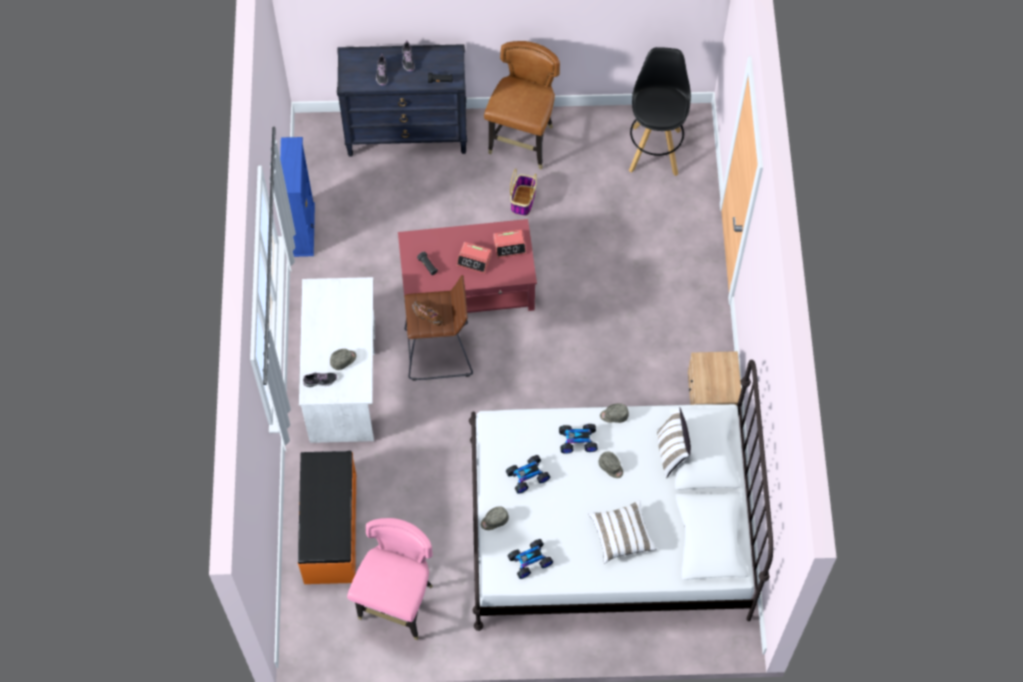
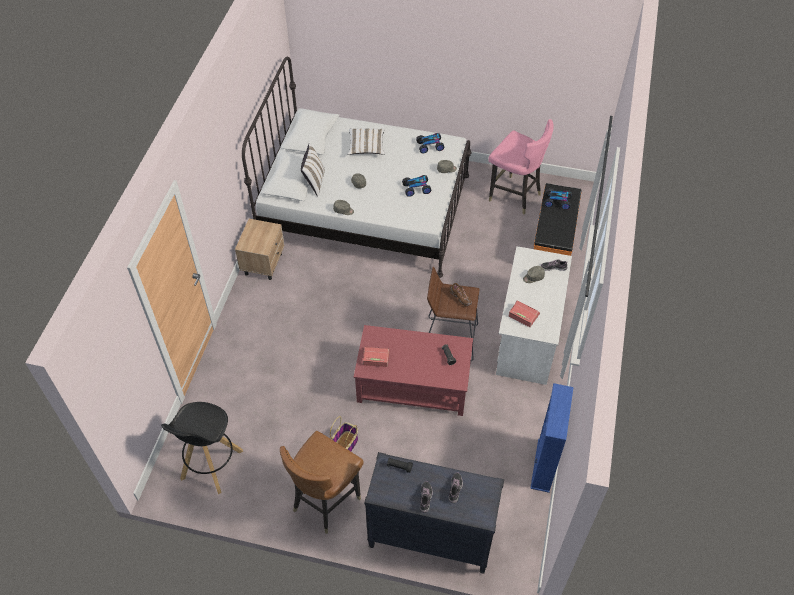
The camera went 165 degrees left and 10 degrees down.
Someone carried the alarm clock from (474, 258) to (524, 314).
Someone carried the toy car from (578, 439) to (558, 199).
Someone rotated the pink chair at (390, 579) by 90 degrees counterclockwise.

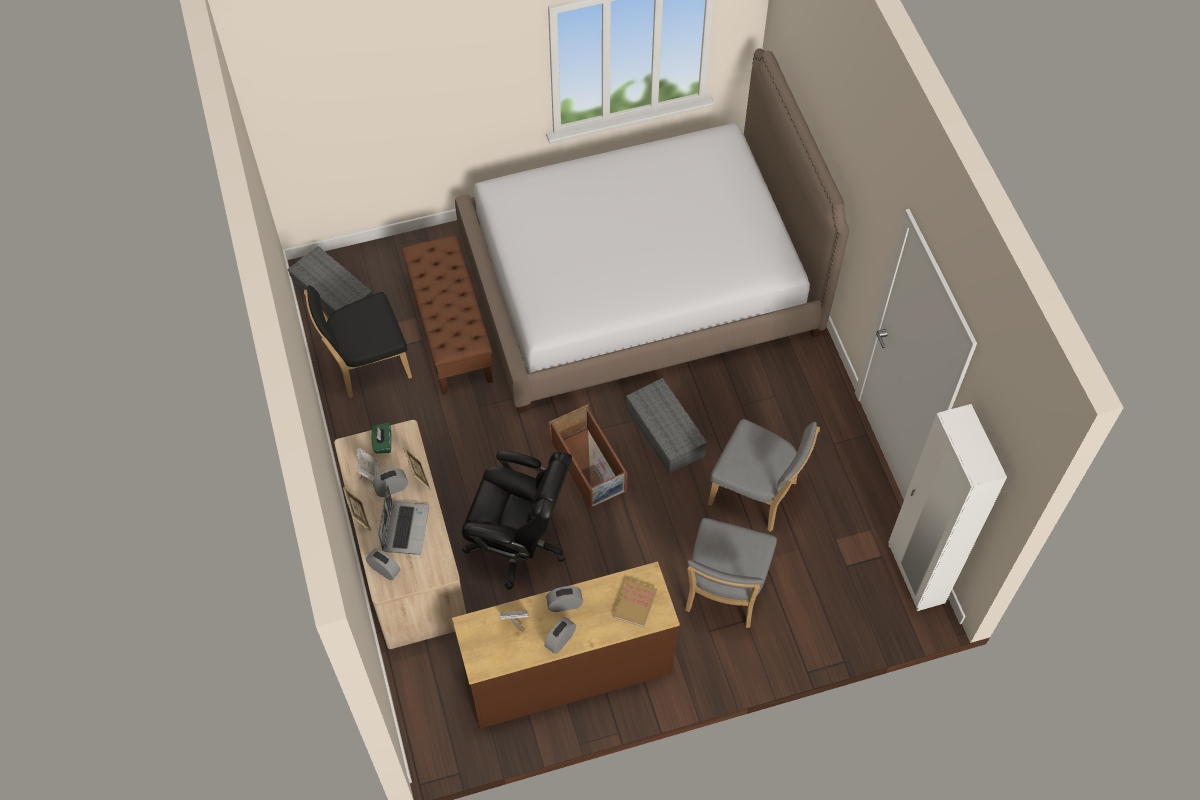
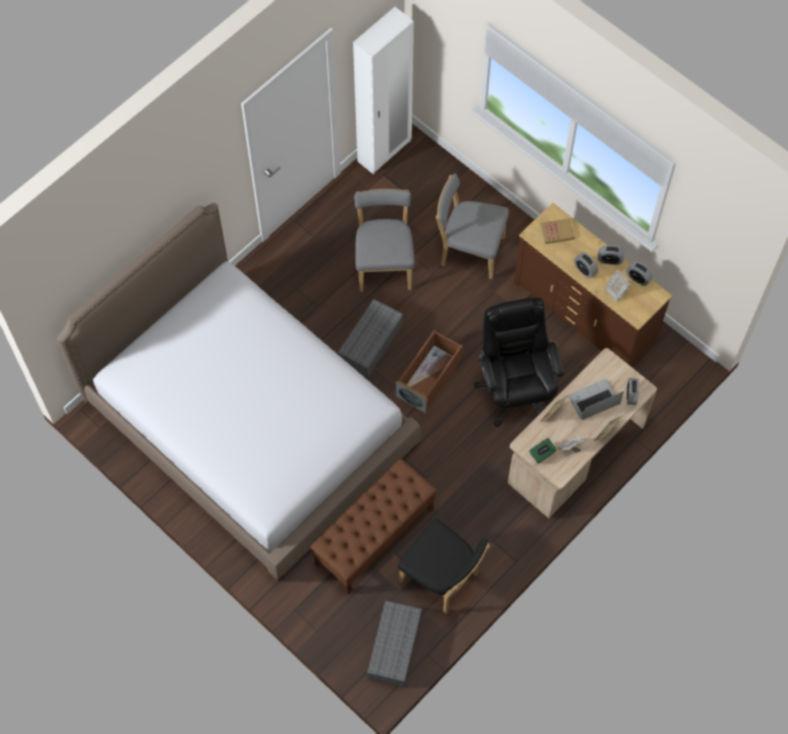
The camera went 120 degrees left and 5 degrees up.
Someone carried the alarm clock from (390, 482) to (639, 273).
Someone rotated the grey chair at (731, 573) by 150 degrees counterclockwise.

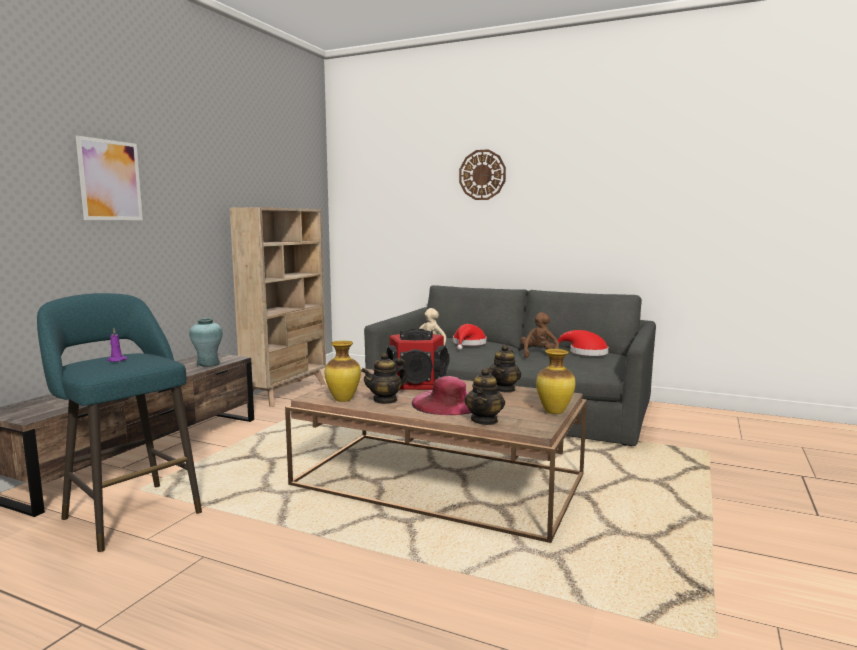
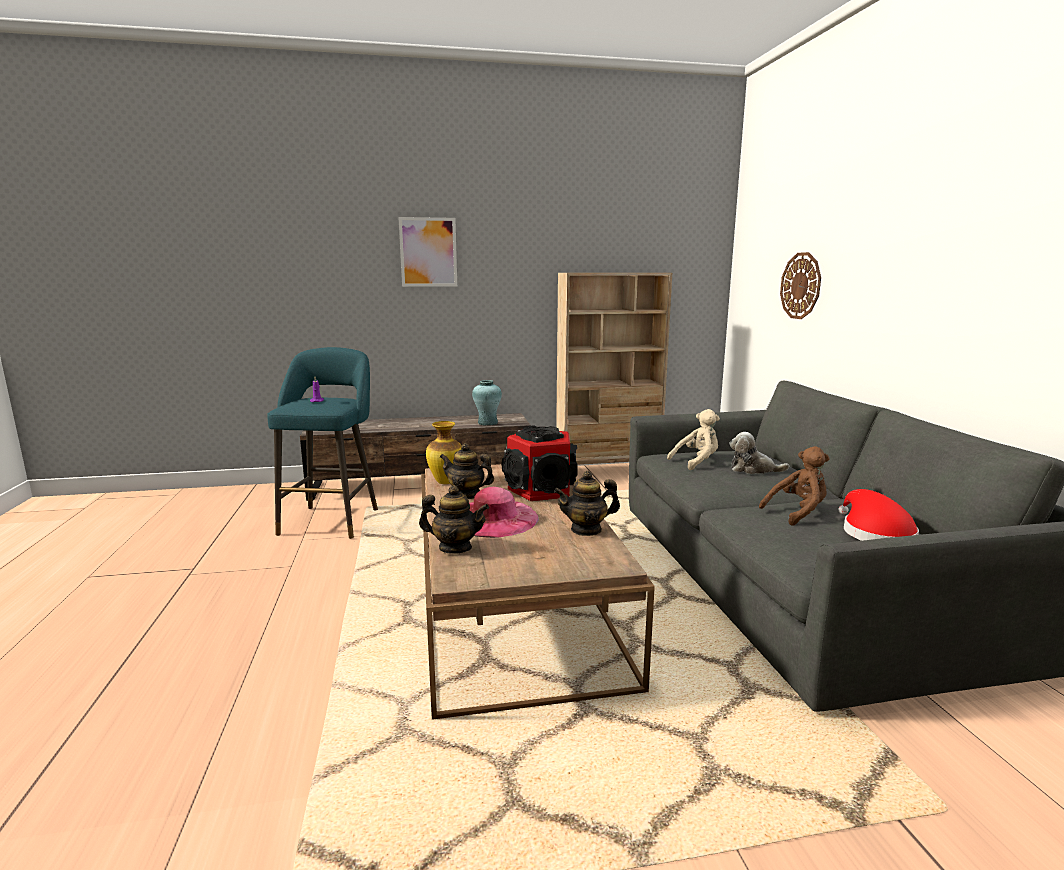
The camera went 55 degrees right and 5 degrees up.
Someone carried the wall clock from (482, 174) to (800, 285).
Someone swapped the red hat at (470, 337) for the plush toy at (759, 453).
Someone took away the vase at (556, 381).
Someone rotated the teapot at (484, 396) by 150 degrees counterclockwise.

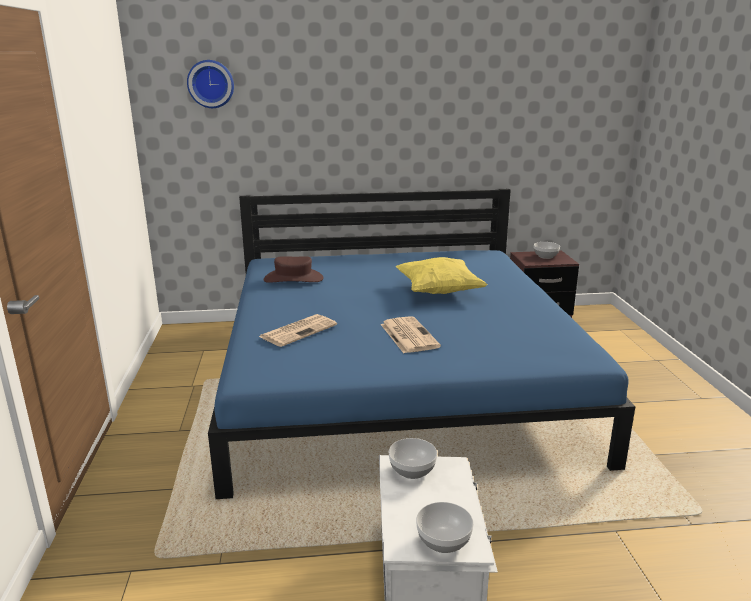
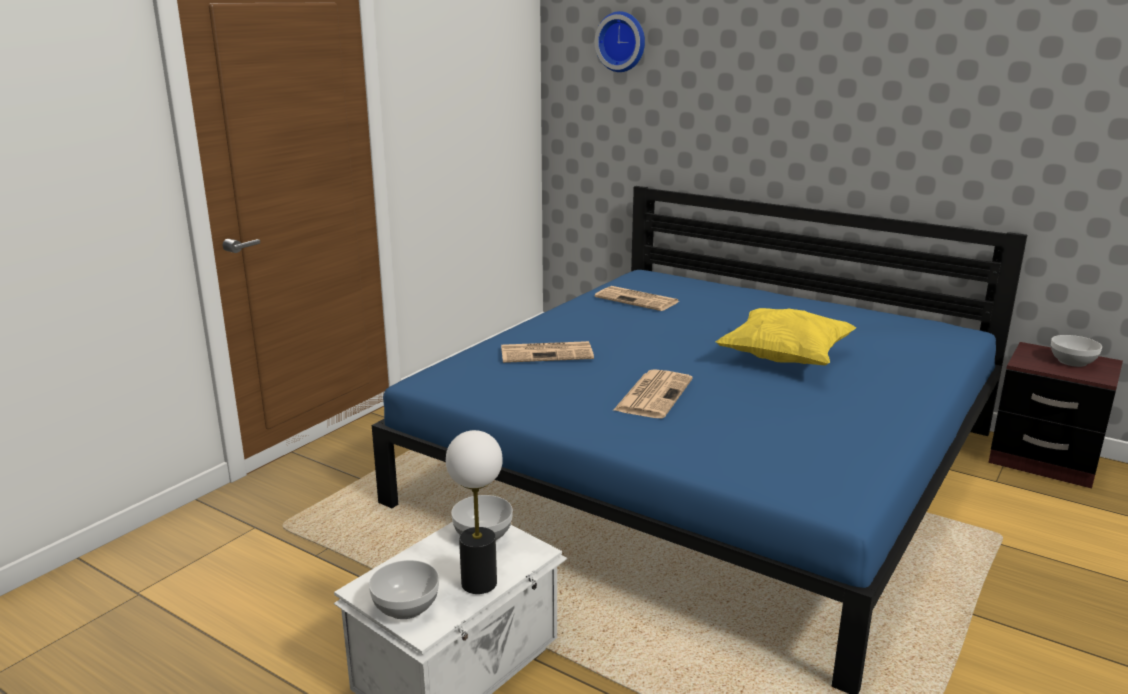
The camera went 40 degrees right and 0 degrees up.
Someone swapped the brown hat at (293, 269) for the newspaper at (637, 298).
Someone put down the table lamp at (474, 512).

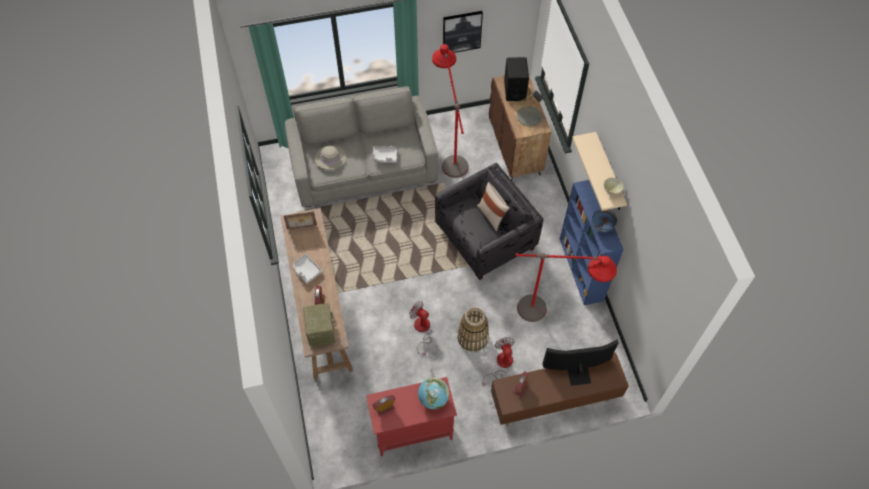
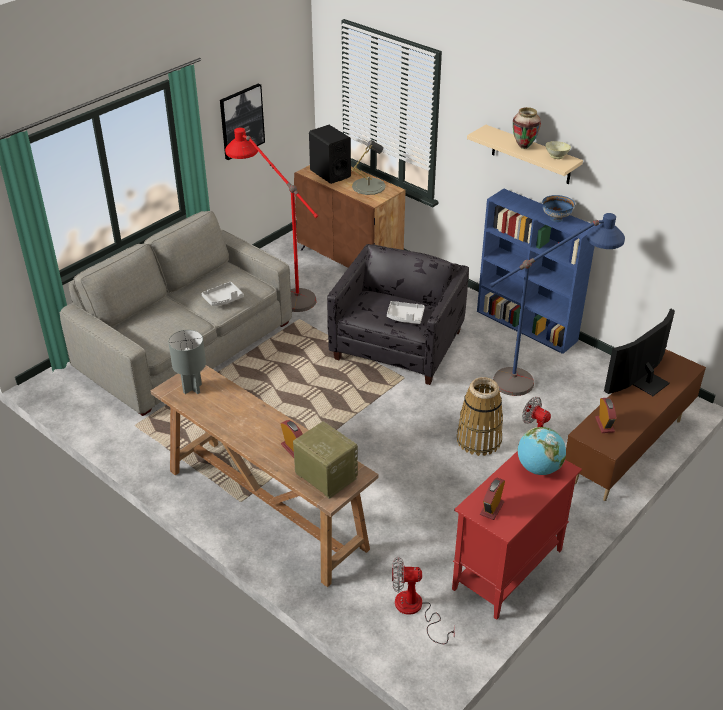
The camera went 35 degrees left and 20 degrees down.
Someone took away the beige hat at (330, 157).
Someone took away the beige pillow at (493, 207).
Someone swapped the picture frame at (300, 220) for the grey table lamp at (187, 362).
Someone repainted the red floor lamp at (566, 287), which became the blue floor lamp at (557, 304).
Someone carried the grey tray from (307, 269) to (406, 312).
Someone carried the fan from (420, 329) to (423, 600).
Someone put down the vase at (527, 128).

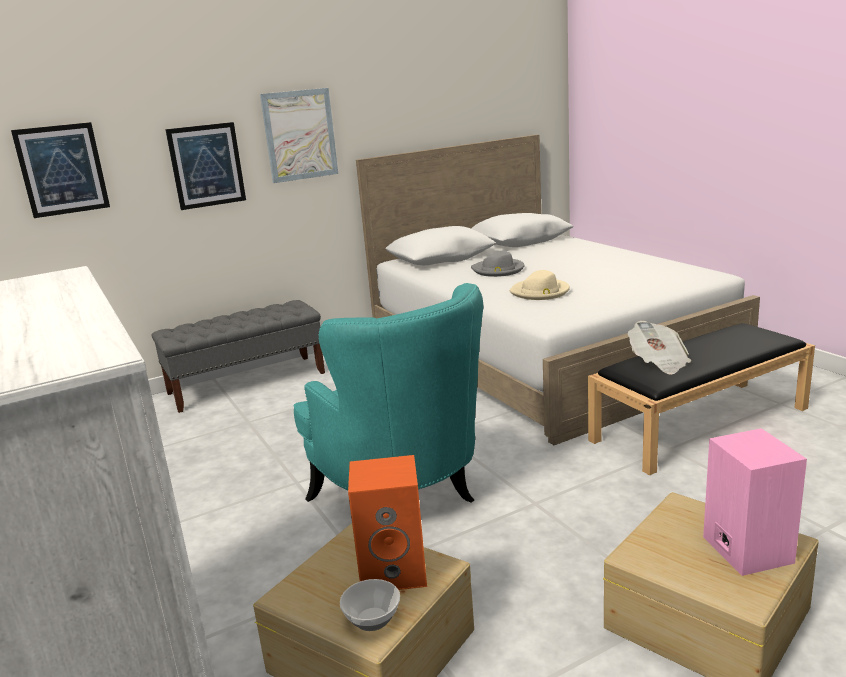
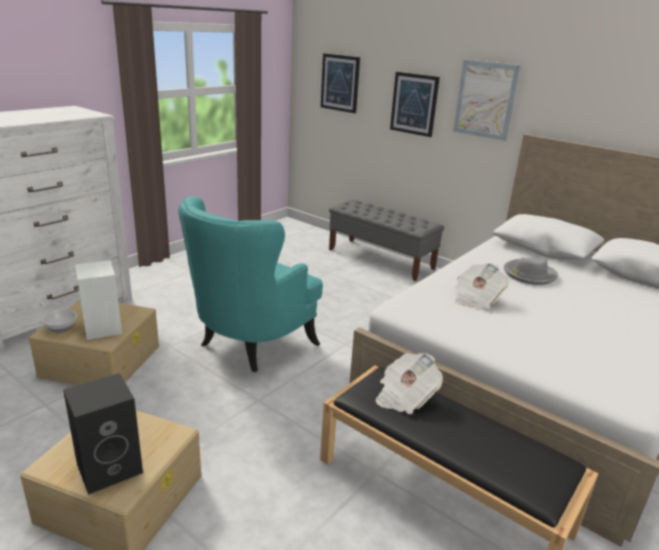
The camera went 65 degrees right and 5 degrees up.
Someone swapped the beige hat at (540, 285) for the newspaper at (482, 286).
Someone repainted the pink speaker at (755, 502), which became the black speaker at (103, 434).
Someone repainted the orange speaker at (387, 522), which became the white speaker at (98, 300).

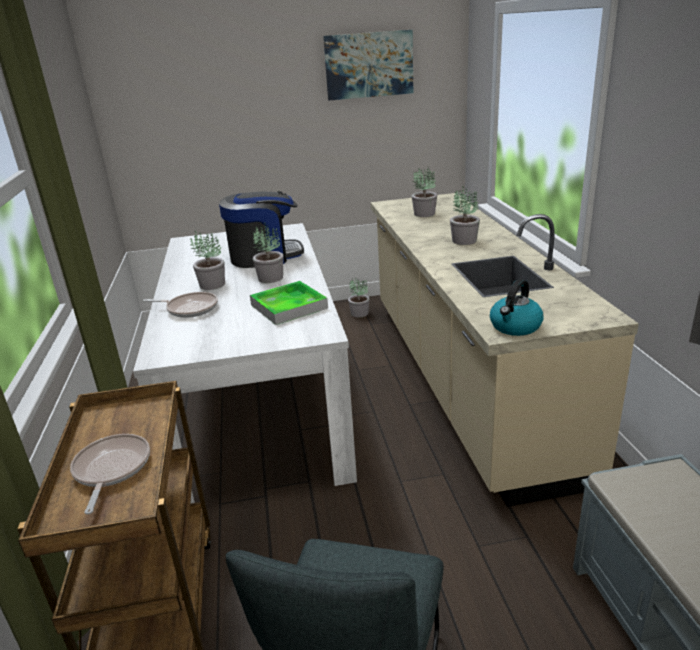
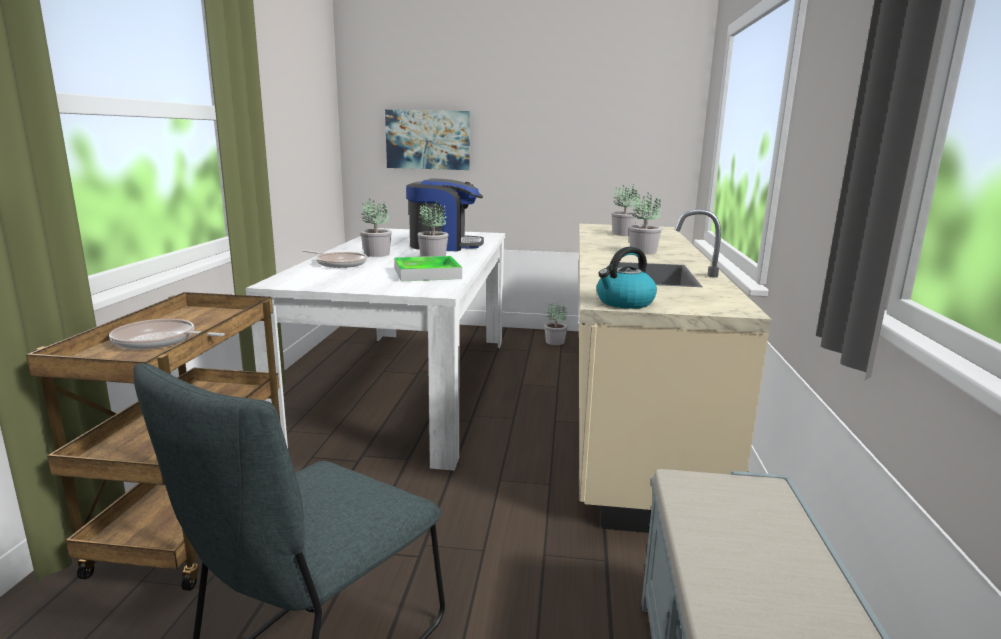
The camera went 15 degrees right and 10 degrees down.
Someone carried the picture from (368, 65) to (427, 140).
Someone rotated the frying pan at (110, 474) by 90 degrees counterclockwise.

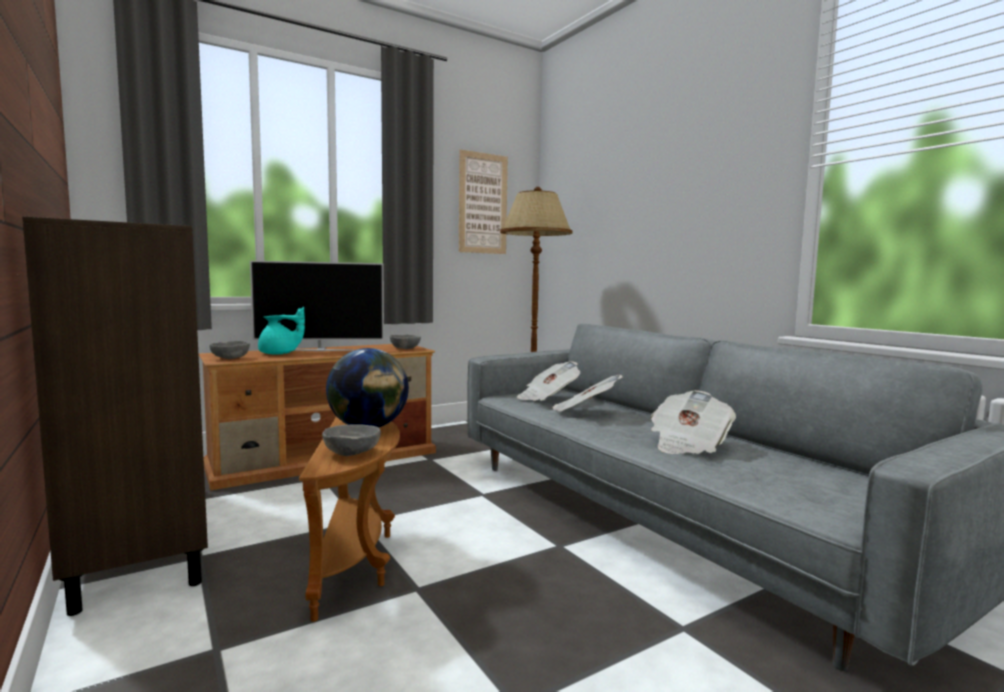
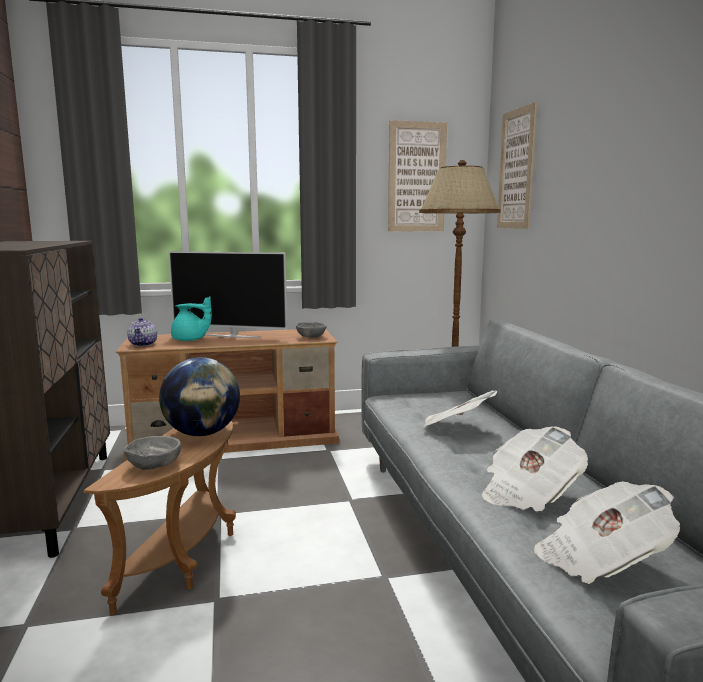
The camera went 20 degrees right and 5 degrees up.
Someone swapped the grey bowl at (230, 350) for the teapot at (142, 331).
Someone carried the newspaper from (548, 381) to (607, 532).
Someone put up the picture at (517, 165).

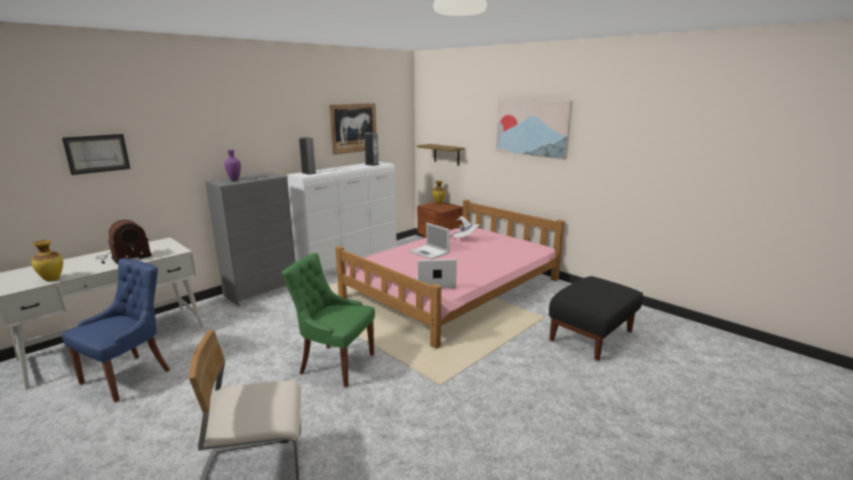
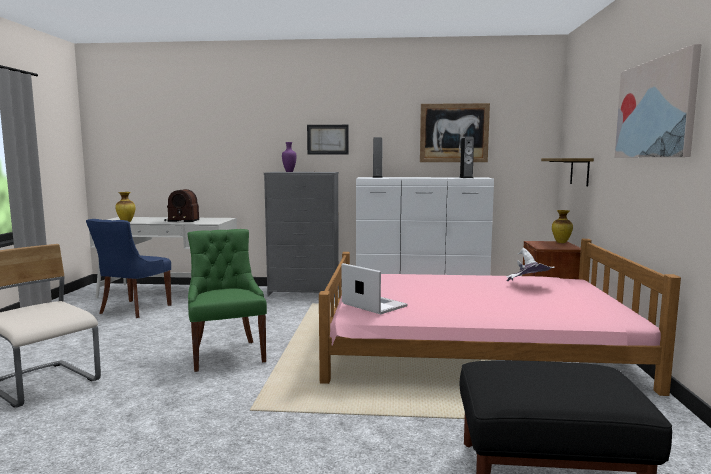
The camera went 50 degrees right and 10 degrees down.
Someone carried the picture from (96, 154) to (328, 140).
Someone took away the laptop at (429, 241).
Someone rotated the blue chair at (116, 330) by 120 degrees clockwise.

